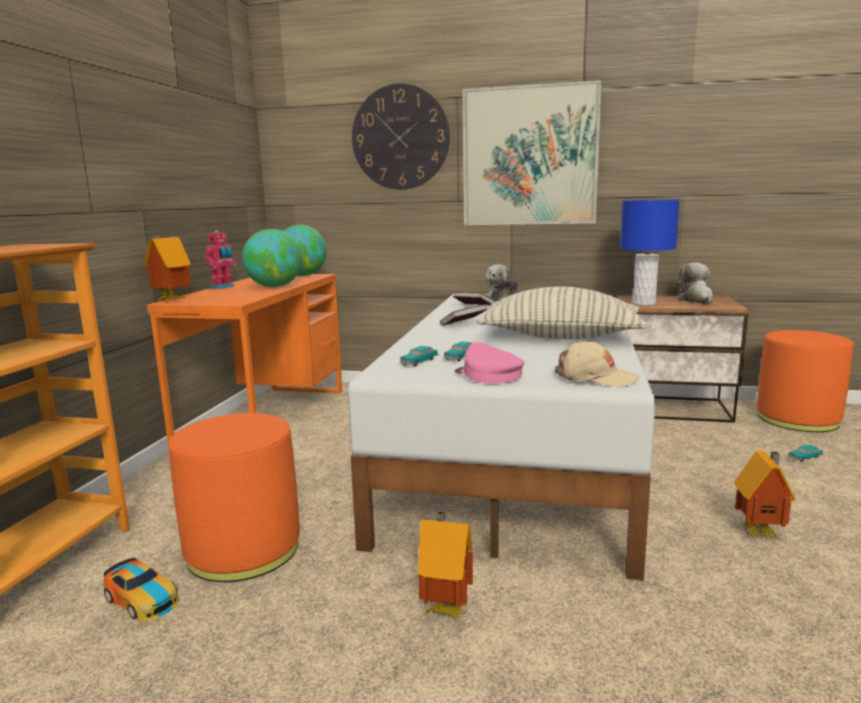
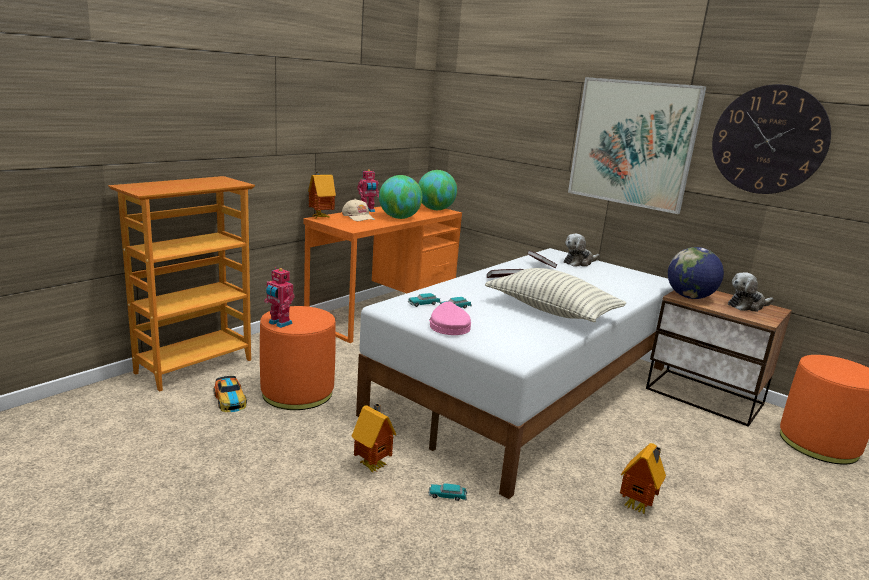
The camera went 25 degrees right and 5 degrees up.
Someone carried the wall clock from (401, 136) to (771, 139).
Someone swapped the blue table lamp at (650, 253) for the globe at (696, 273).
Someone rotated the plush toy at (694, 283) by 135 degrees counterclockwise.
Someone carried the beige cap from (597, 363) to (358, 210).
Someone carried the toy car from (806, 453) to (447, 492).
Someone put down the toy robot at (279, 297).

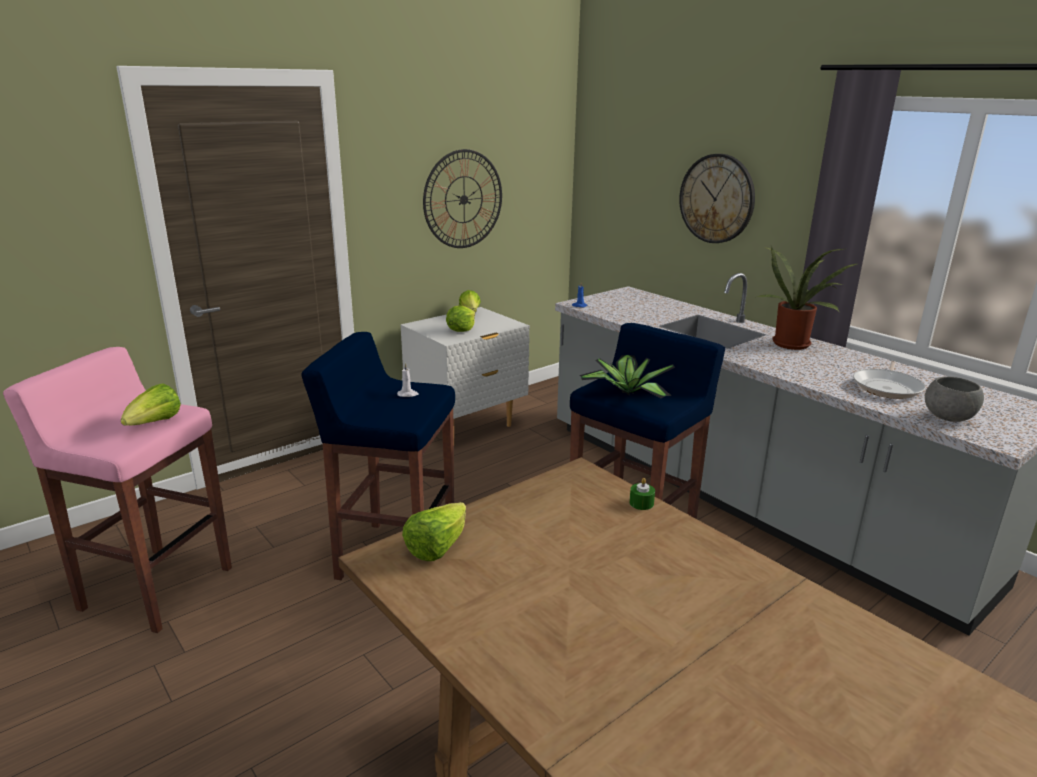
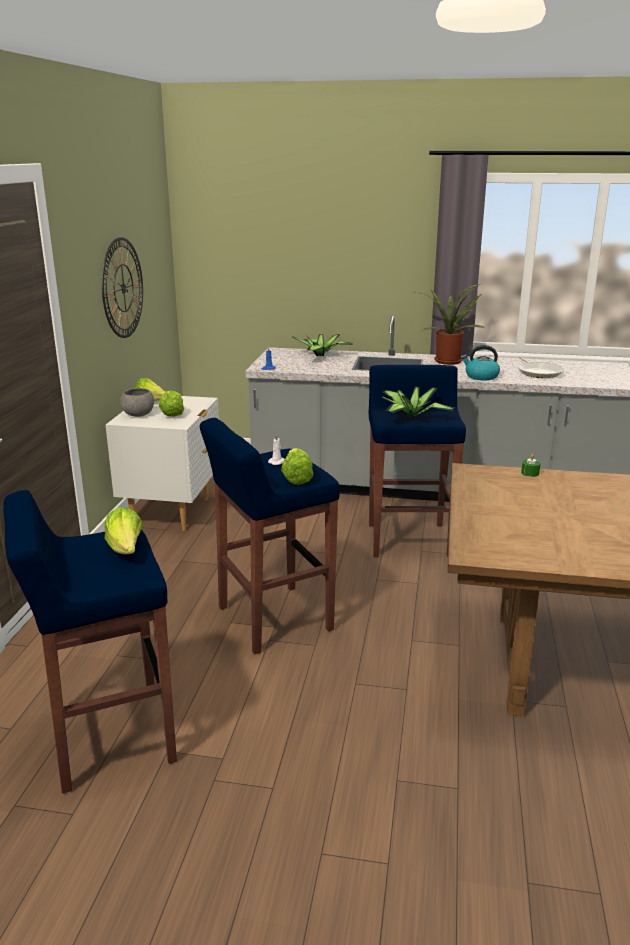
The camera went 40 degrees left and 0 degrees up.
Someone took away the wall clock at (717, 198).
Someone repainted the pink stool at (117, 490), which became the blue stool at (90, 642).
Someone carried the grey bowl from (954, 399) to (137, 402).
Someone carried the lettuce from (434, 531) to (297, 466).
Someone put down the potted plant at (322, 345).
Someone put down the kettle at (480, 362).

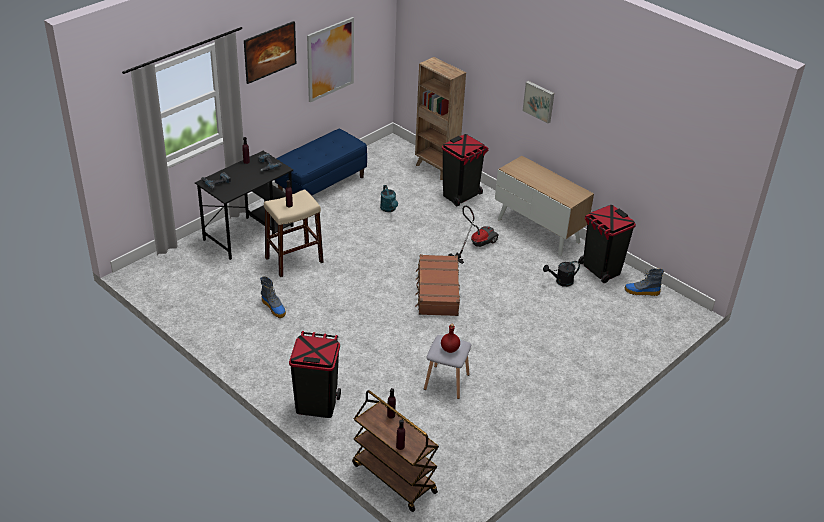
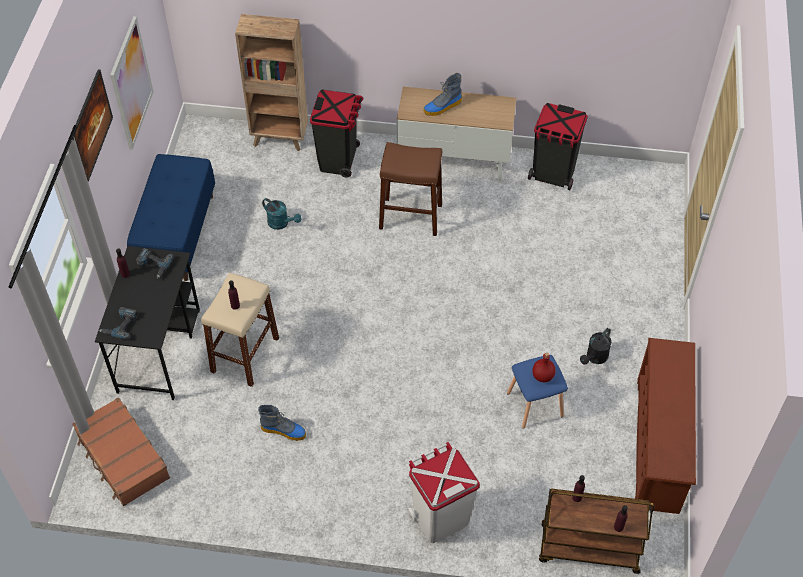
The camera went 35 degrees left and 15 degrees up.
Someone took away the picture at (538, 102).
Someone swapped the vacuum cleaner at (473, 234) for the brown stool at (410, 189).
Someone carried the brown suitcase from (437, 285) to (121, 451).
Someone carried the black watering can from (561, 274) to (595, 346).
Someone carried the boot from (644, 282) to (443, 94).
Someone repainted the black trash can at (315, 374), which became the white trash can at (443, 492).
Someone repainted the grey stool at (447, 367), which became the blue stool at (537, 392).
Someone put down the brown shoe rack at (665, 426).

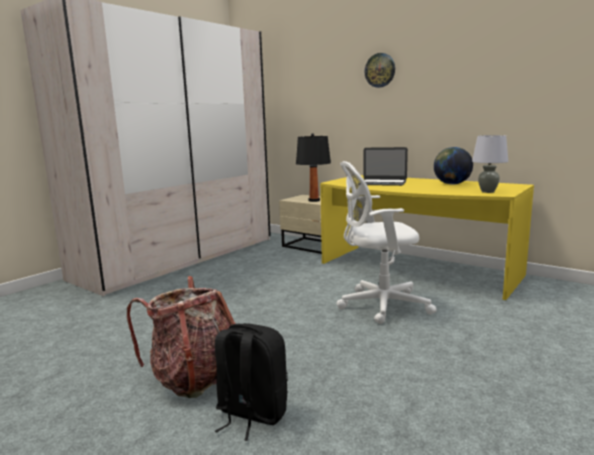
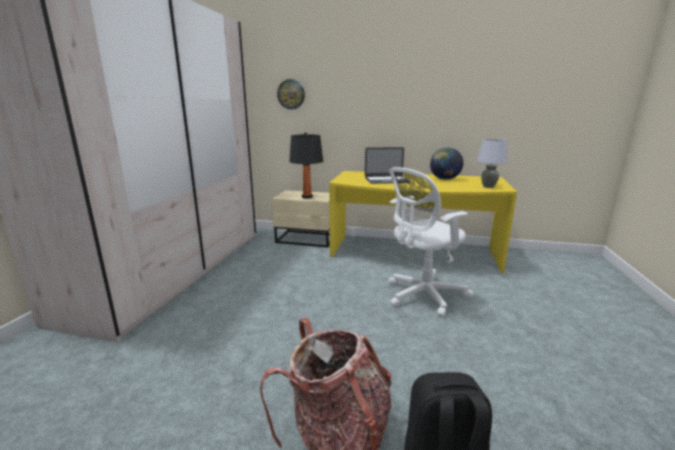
The camera went 25 degrees left and 5 degrees up.
Someone carried the wall clock from (380, 70) to (291, 94).

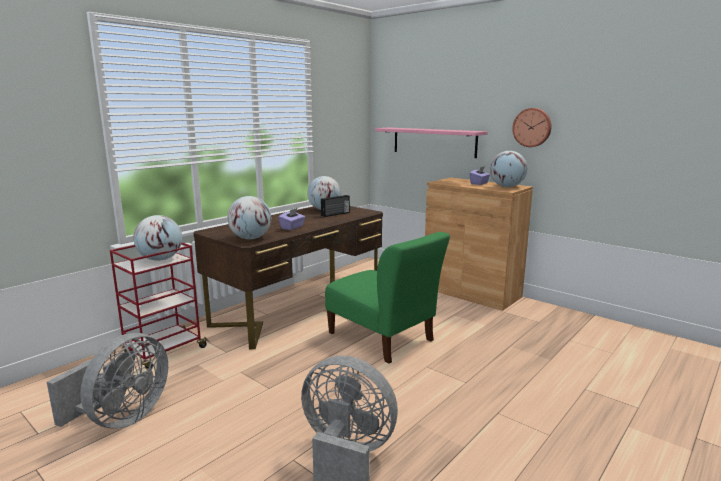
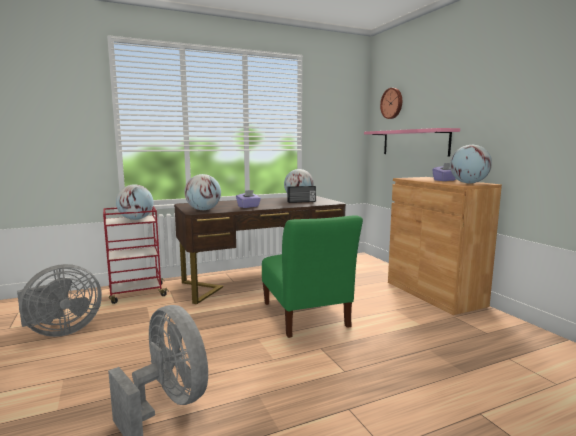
The camera went 25 degrees right and 5 degrees down.
Someone carried the wall clock from (532, 127) to (391, 103).

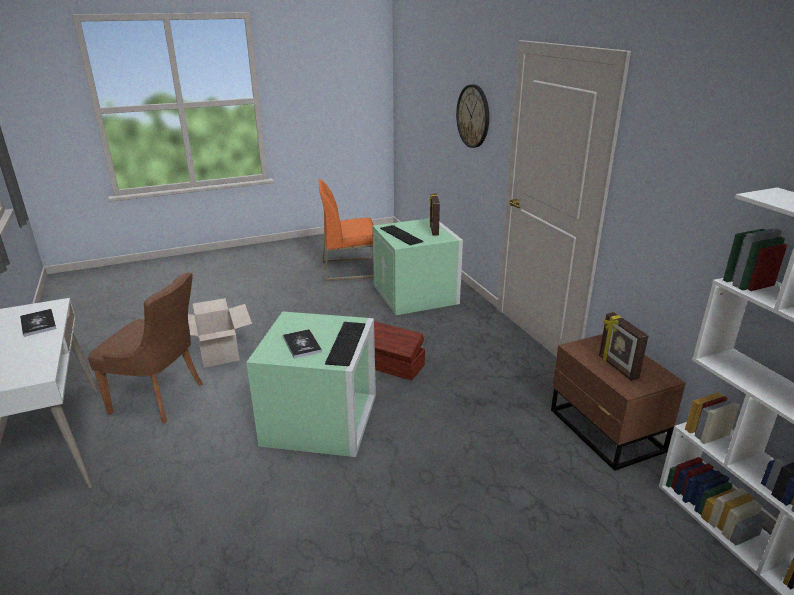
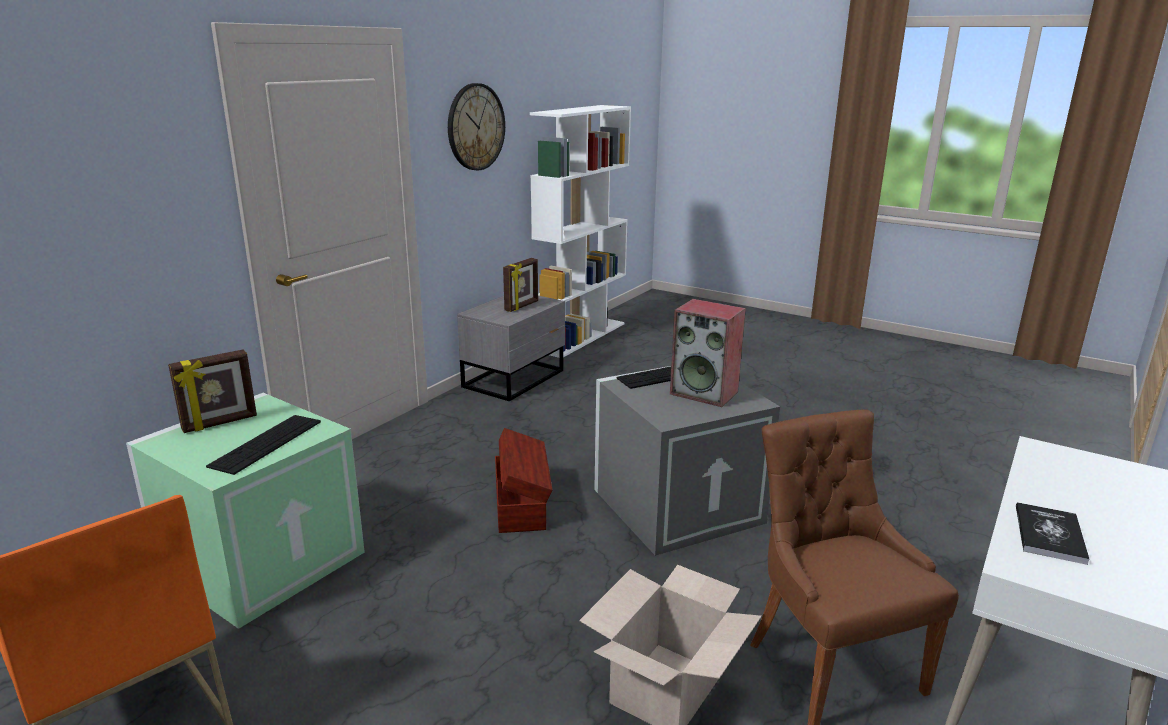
The camera went 125 degrees left and 5 degrees down.
Someone carried the wall clock from (472, 116) to (476, 127).
Someone repainted the green storage box at (311, 384), which became the grey storage box at (687, 461).
Someone swapped the book at (302, 344) for the speaker at (708, 353).
Someone repainted the brown nightstand at (618, 402), which became the grey nightstand at (511, 348).

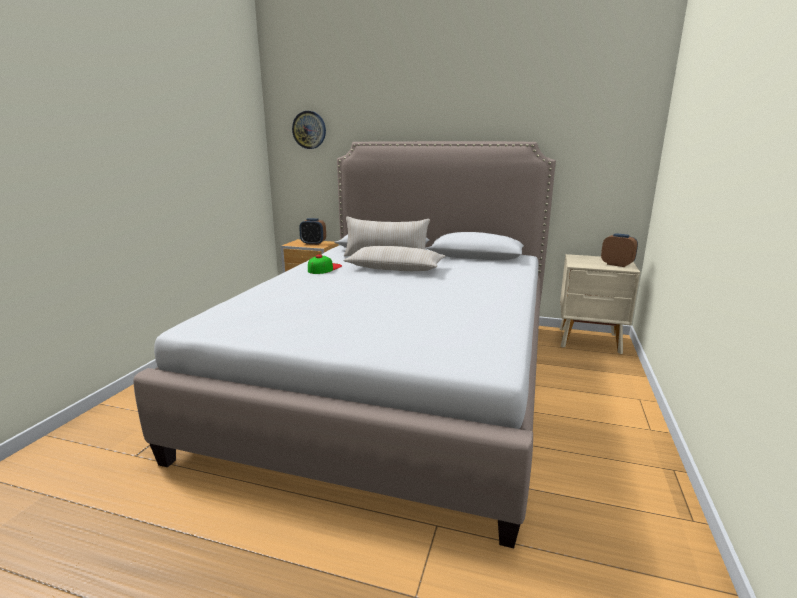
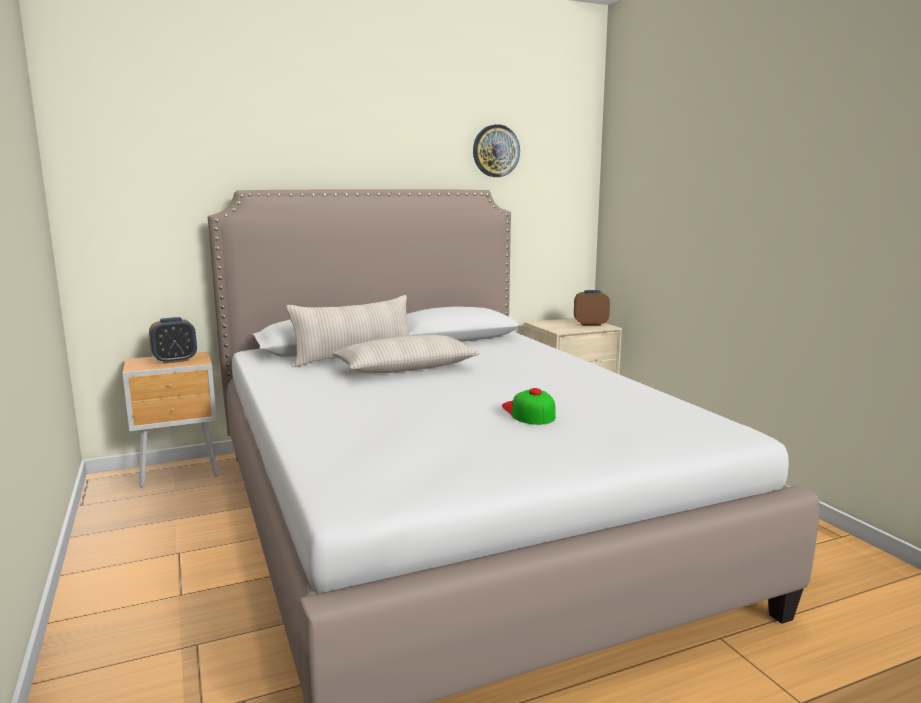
The camera went 40 degrees left and 5 degrees down.
Someone carried the wall clock from (309, 130) to (496, 150).
Someone carried the cap from (325, 264) to (529, 406).

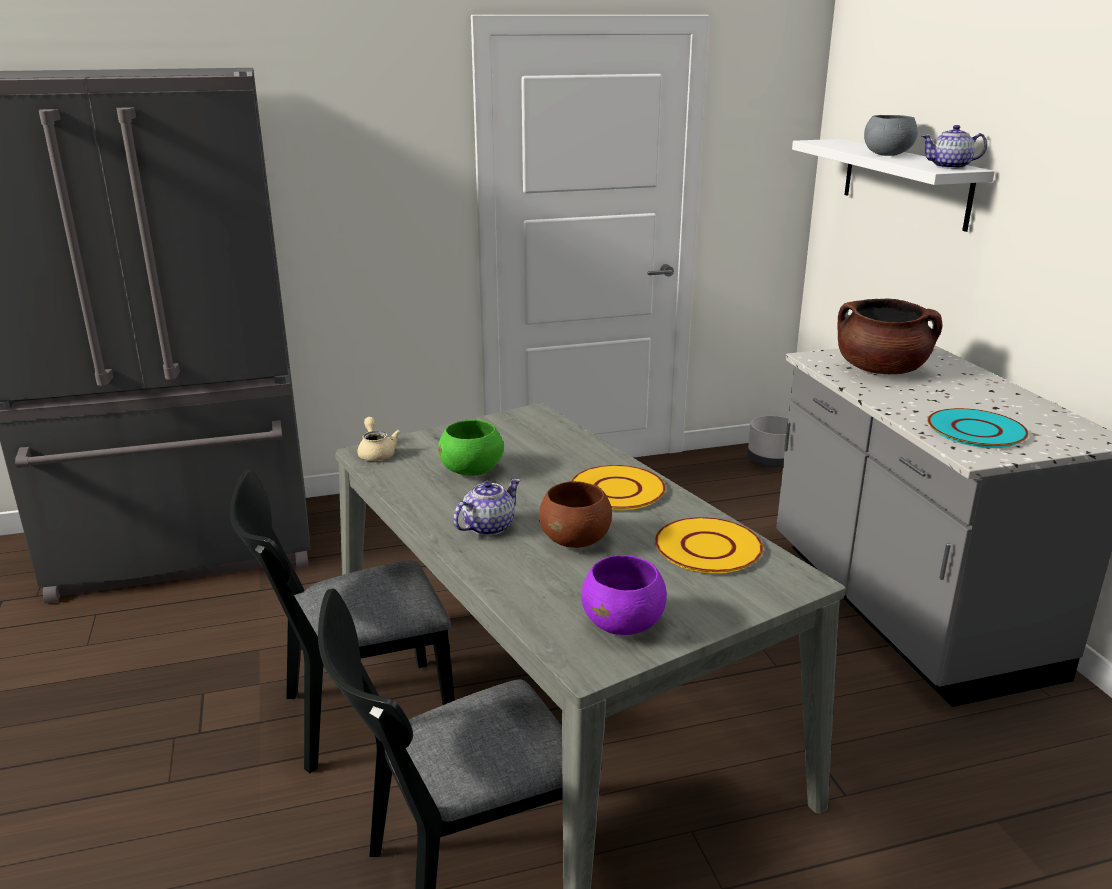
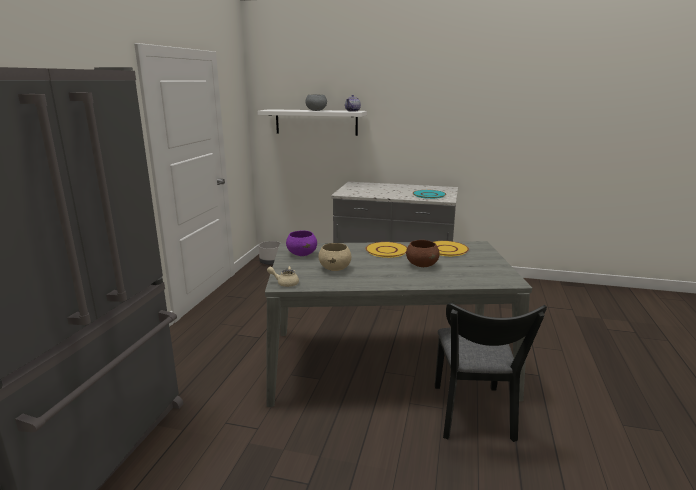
The camera went 60 degrees left and 5 degrees down.
Someone took away the brown cooking pot at (890, 336).
Someone repainted the green bowl at (471, 448), which became the beige bowl at (334, 257).
Someone took away the black chair at (342, 621).
Someone took away the teapot at (486, 507).
Someone carried the purple bowl from (624, 595) to (301, 243).

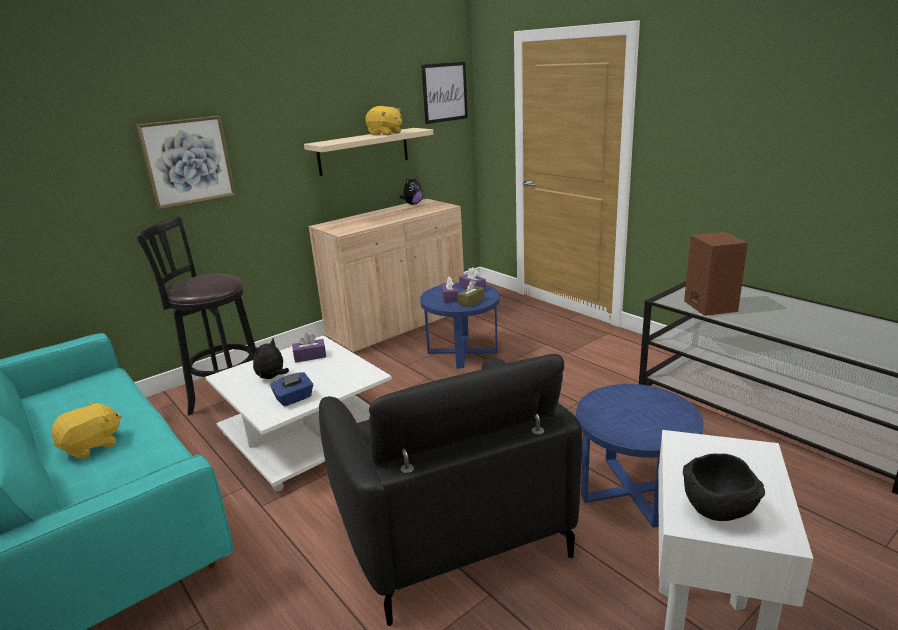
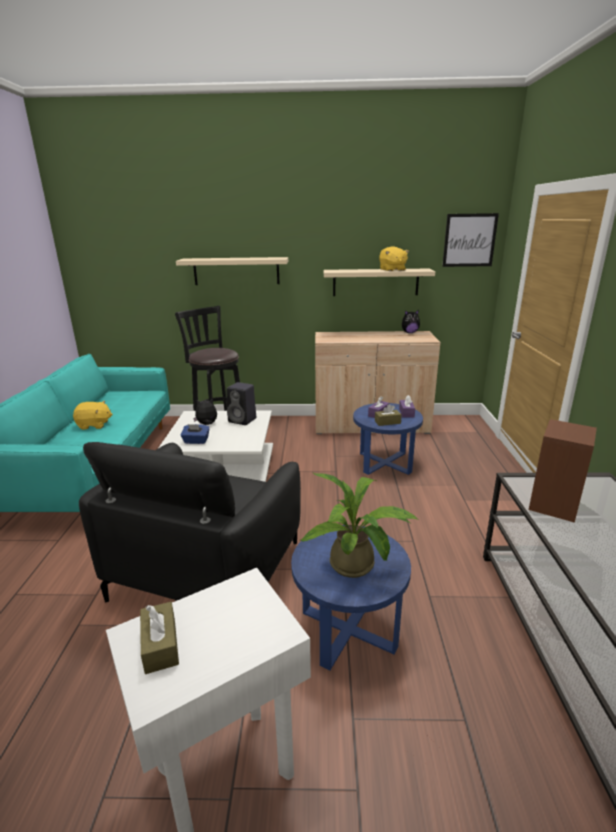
The camera went 40 degrees right and 0 degrees up.
Someone swapped the picture at (186, 162) for the beige shelf at (232, 271).
Someone swapped the purple tissue box at (309, 348) for the black speaker at (241, 403).
Someone swapped the black bowl at (724, 487) for the brown tissue box at (159, 638).
Someone put down the potted plant at (359, 525).

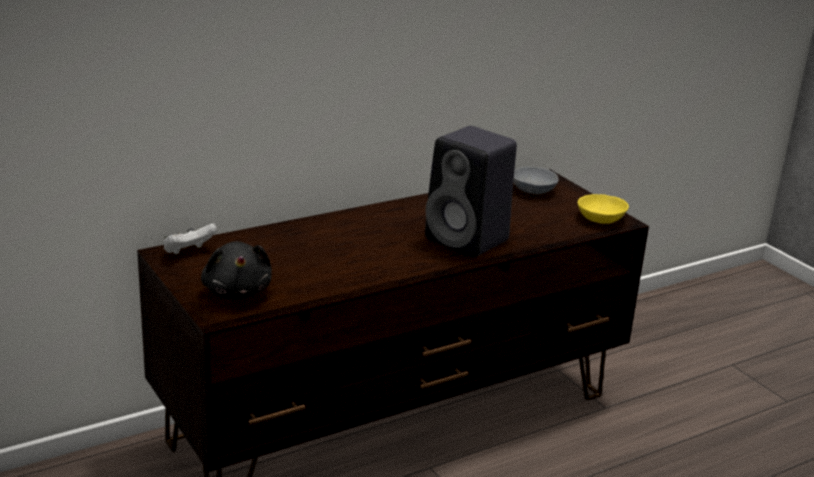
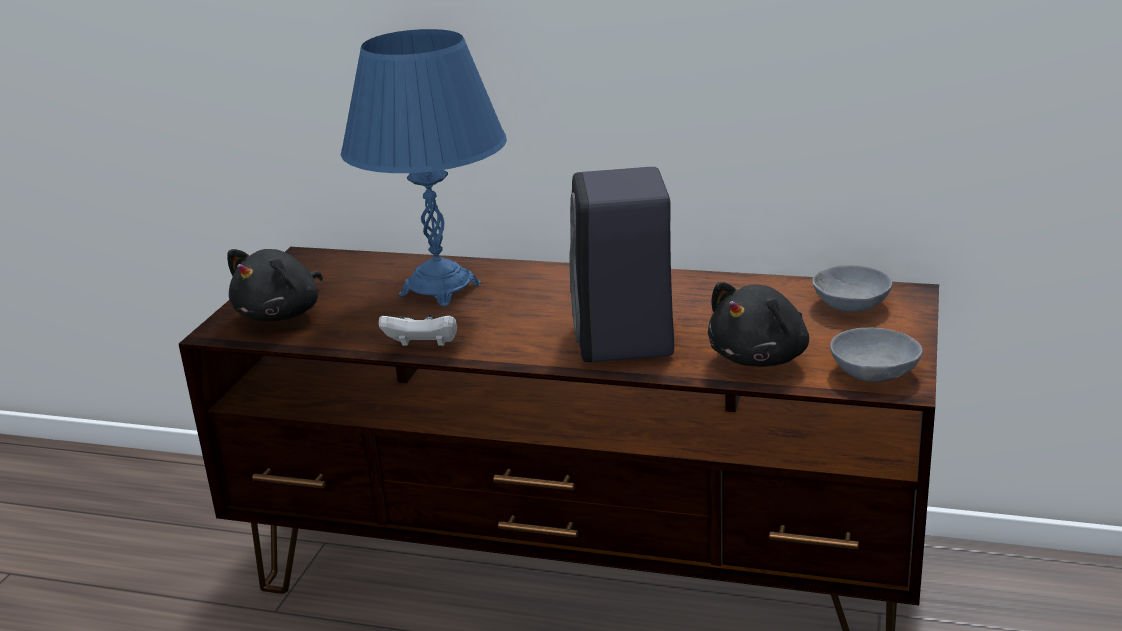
The camera went 50 degrees right and 0 degrees up.
Someone repainted the yellow bowl at (603, 209), which became the grey bowl at (876, 355).
Someone carried the white game controller from (190, 239) to (418, 330).
Someone put down the blue table lamp at (423, 167).
Someone put down the black plush toy at (758, 324).

